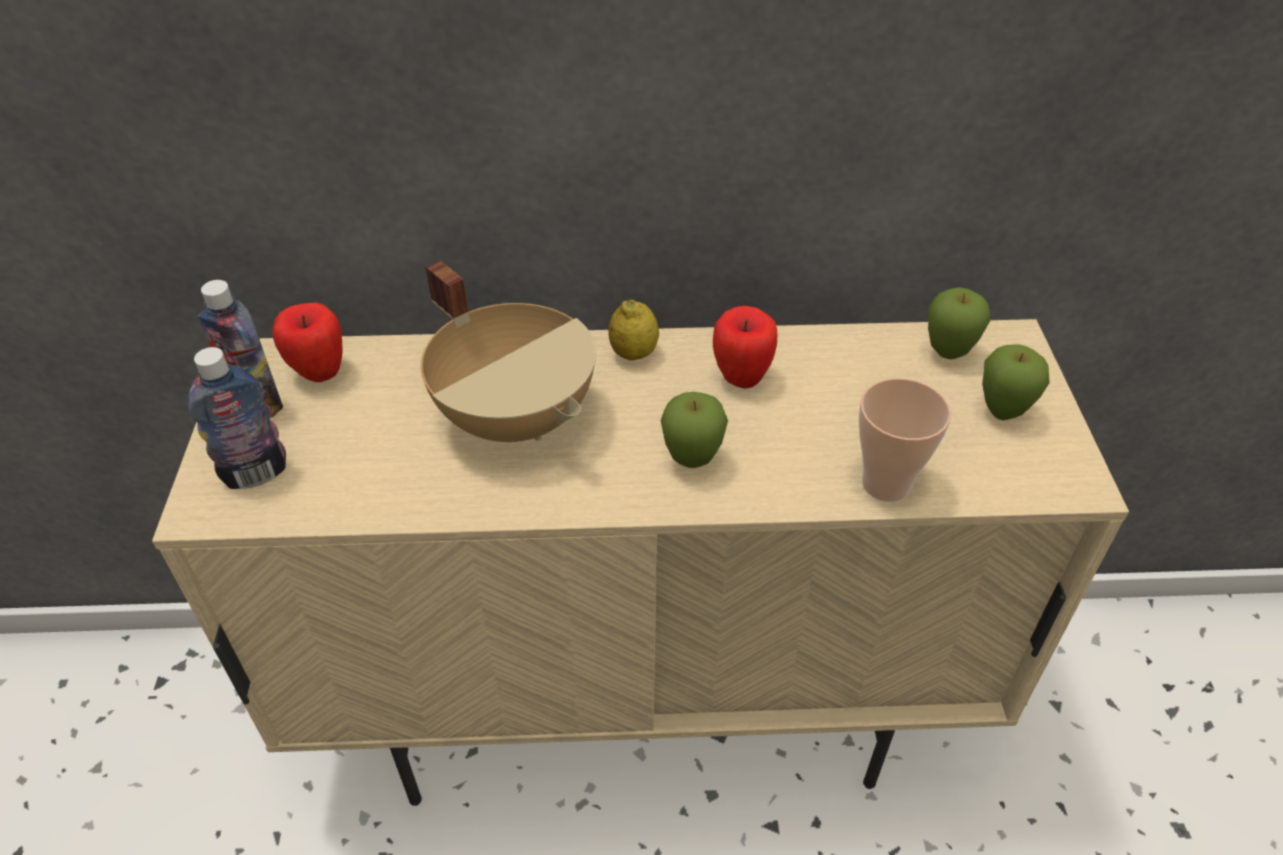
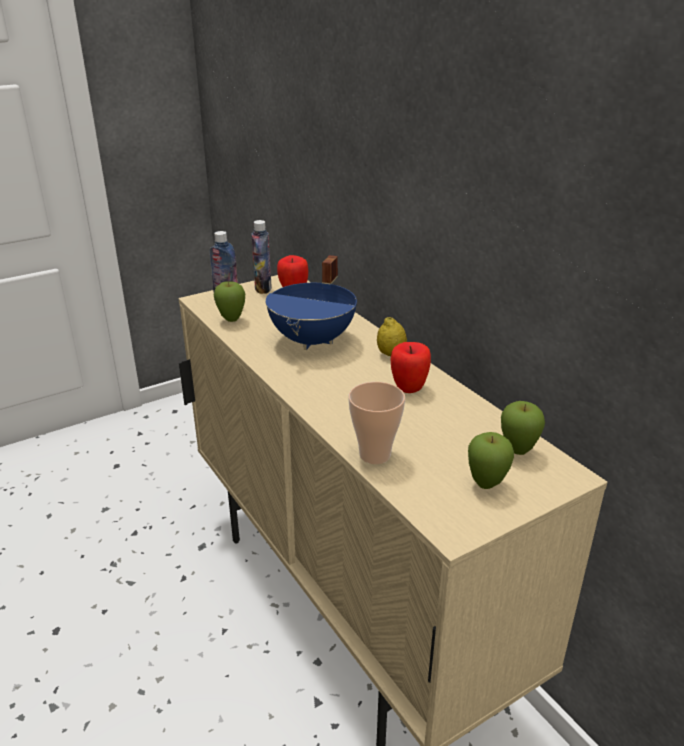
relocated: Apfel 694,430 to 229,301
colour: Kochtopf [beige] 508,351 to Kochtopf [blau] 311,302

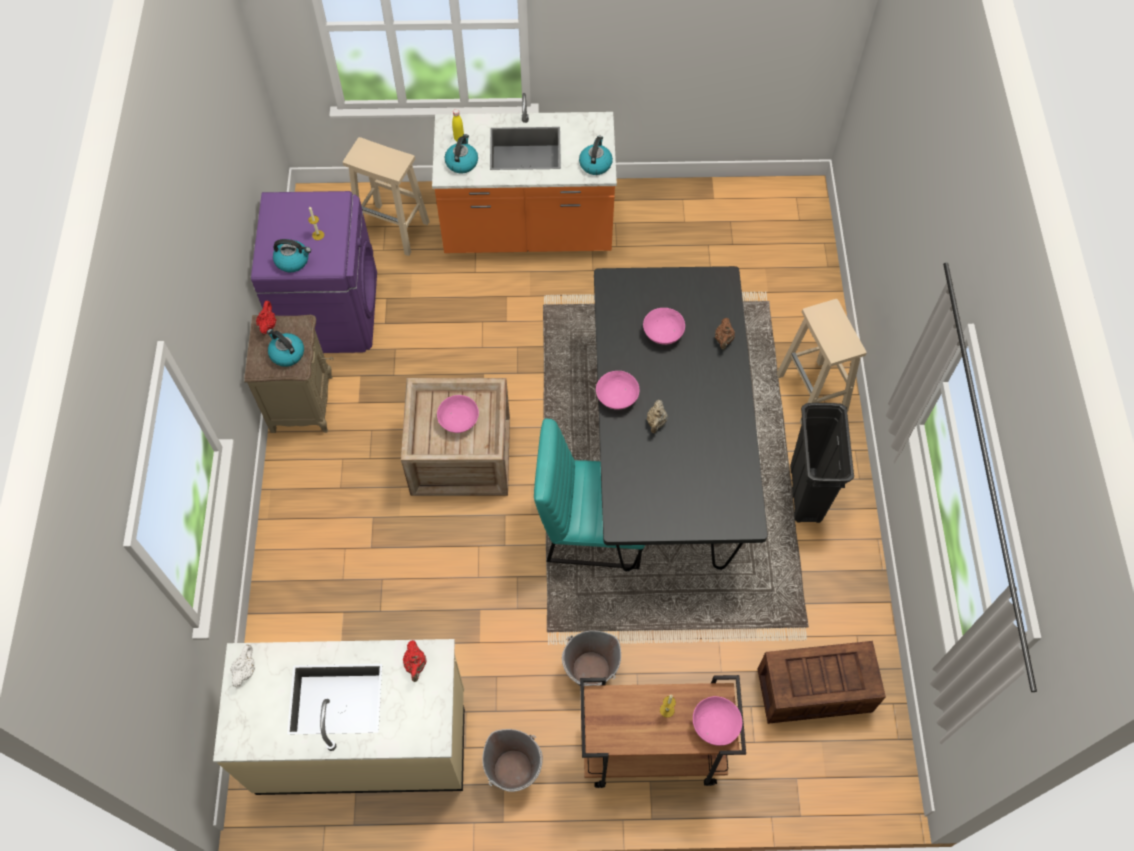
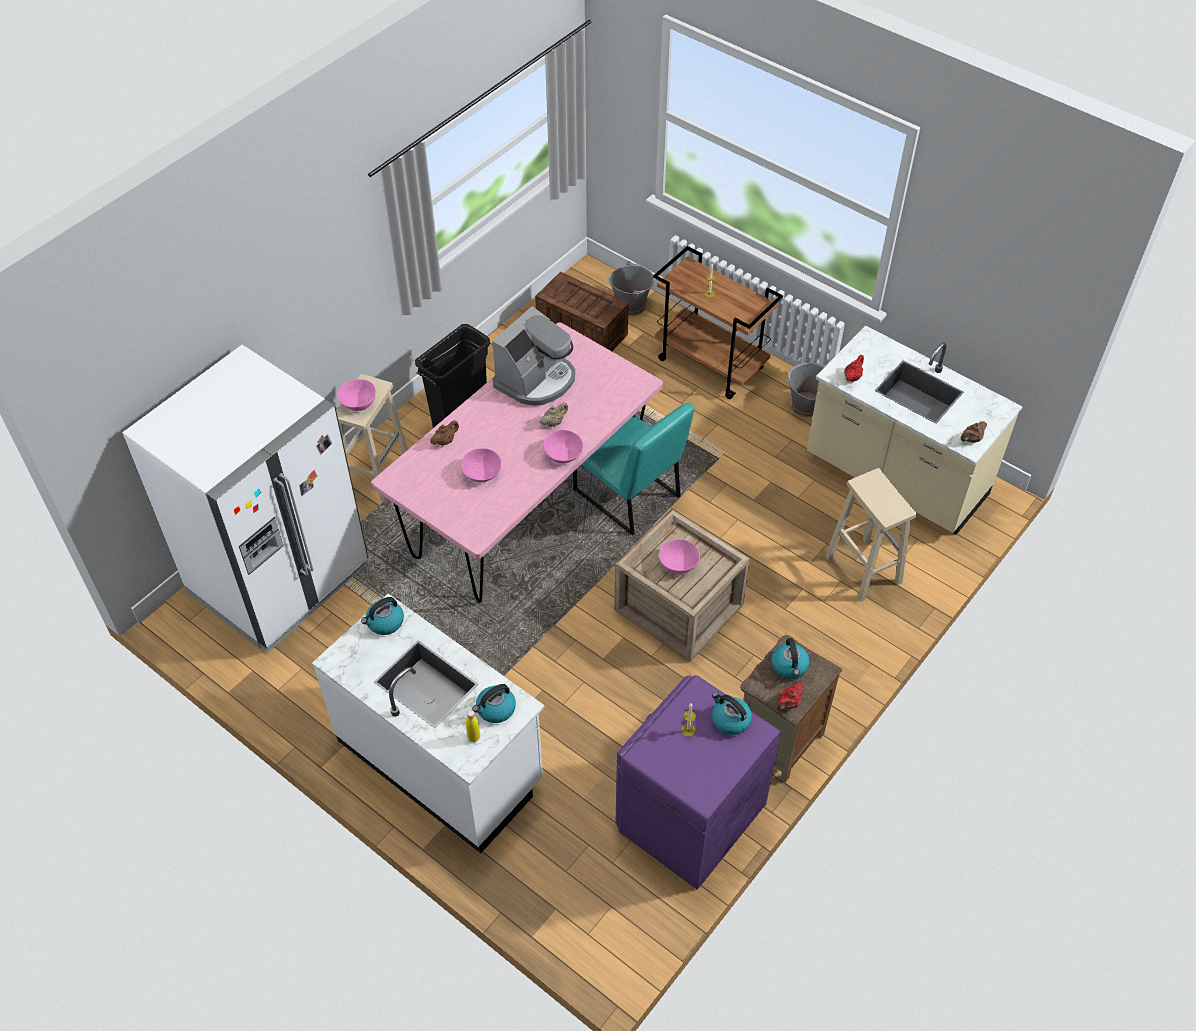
appeared: Kühlschrank [weiß] 245,499; Kaffeemaschine 533,356
relocated: Schüssel [rosa] 717,721 to 356,395; Eimer [grau] 591,658 to 631,288; Hocker [beige] 386,196 to 871,535
colour: Küchenzeile [orange] 524,173 to Küchenzeile [weiß] 428,723; Esstisch [schwarz] 681,418 to Esstisch [rosa] 517,462; Teekanne [weiß] 243,666 to Teekanne [braun] 973,432

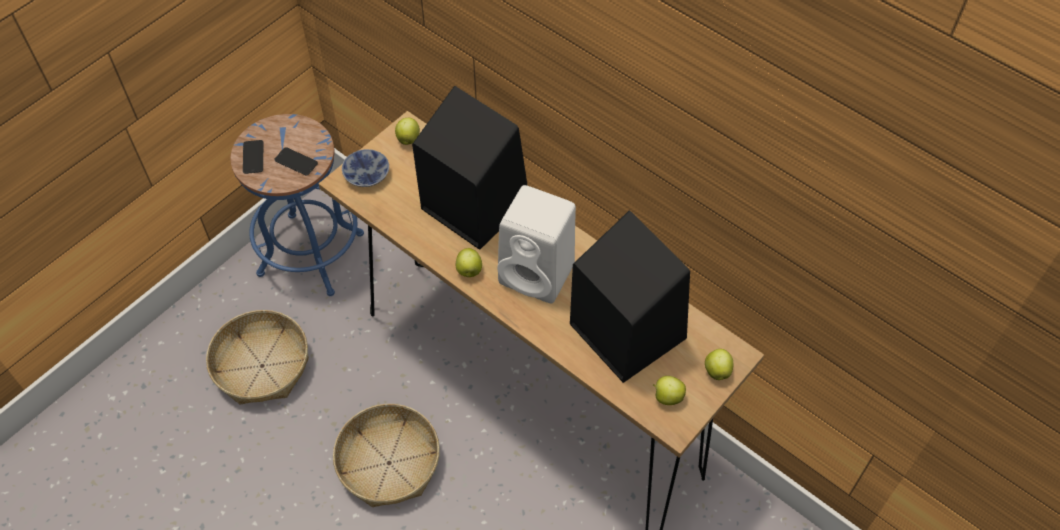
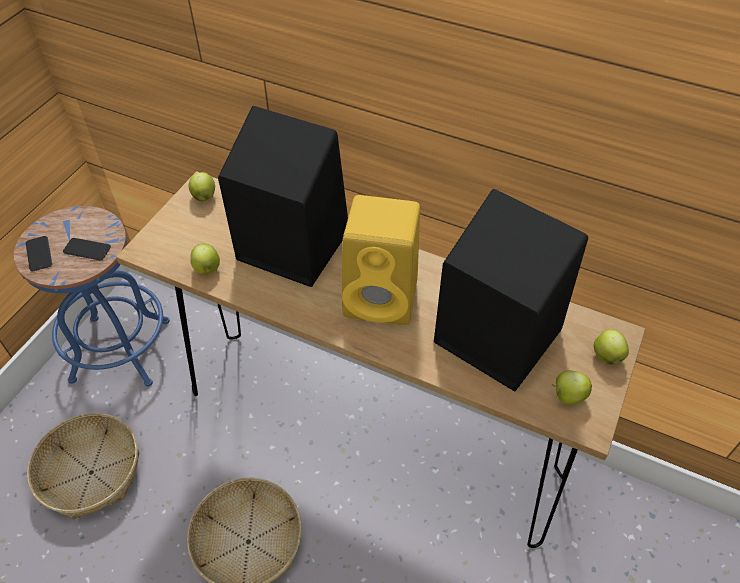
missing: Schüssel 365,168
relocated: Apfel 469,262 to 205,258
colour: Lautsprecher [weiß] 536,244 to Lautsprecher [gelb] 381,260

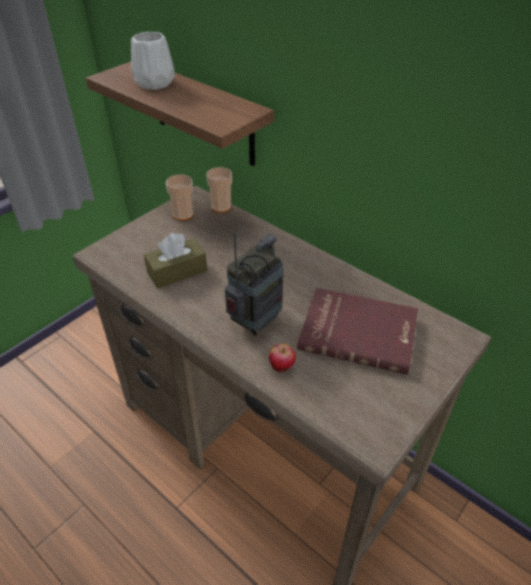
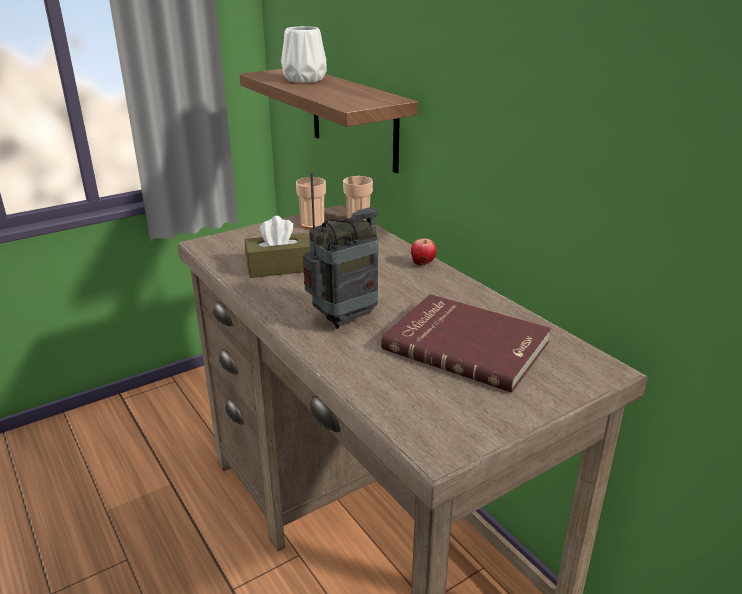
relocated: Apfel 282,357 to 424,252

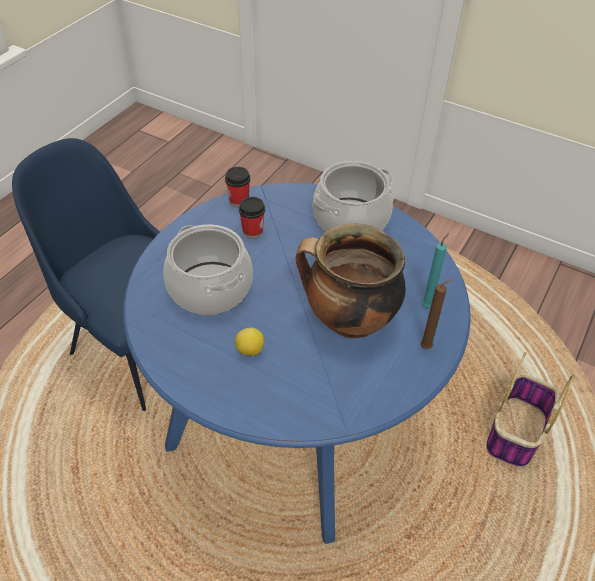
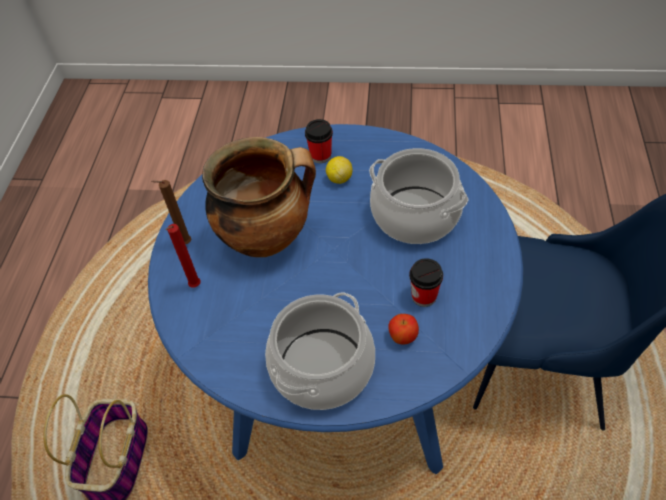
appeared: Apfel 403,329
relocated: Tasse 237,187 to 319,141
colour: Kerze [türkis] 435,270 to Kerze [rot] 183,256

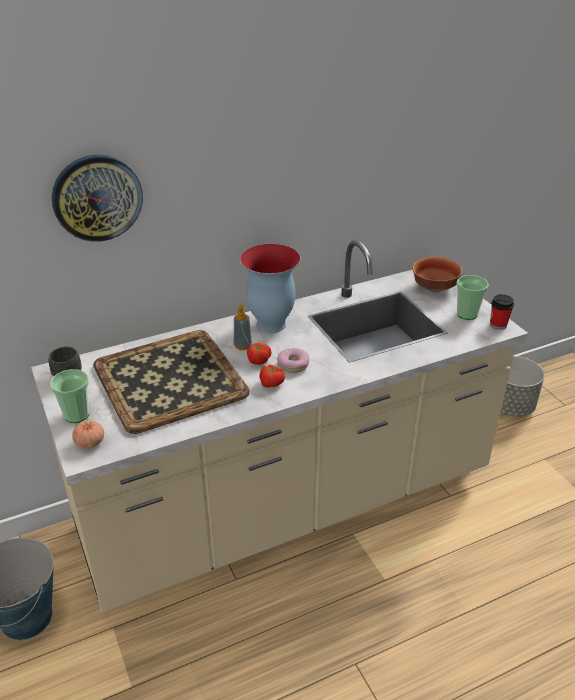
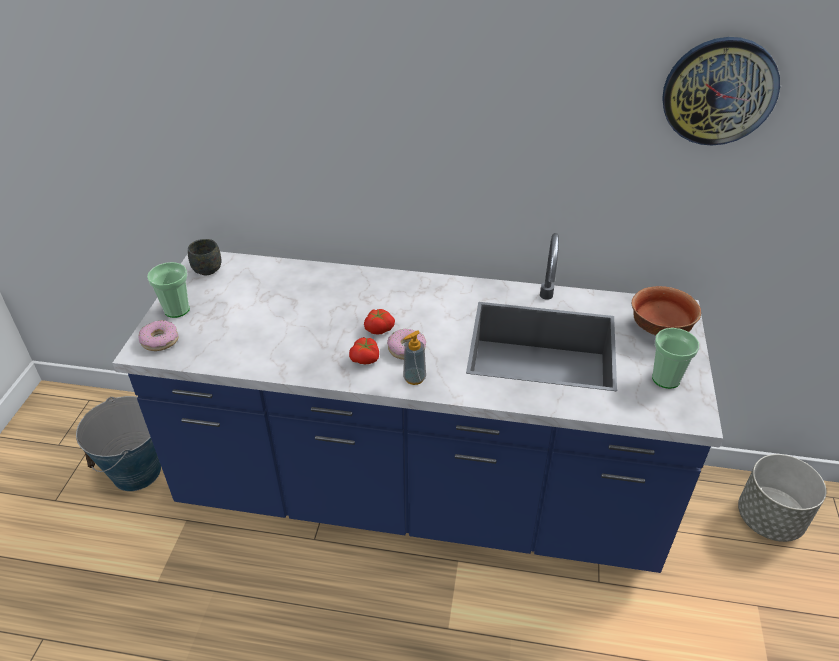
missing: Tablett 171,382; Vase 270,288; Tasse 502,312
relocated: Seifenspender 243,327 to 414,357; Wanduhr 97,198 to 721,91
exchanged: Tomate 88,434 to Donut 158,335
colour: Küchenzeile [beige] 279,426 to Küchenzeile [blau] 418,403

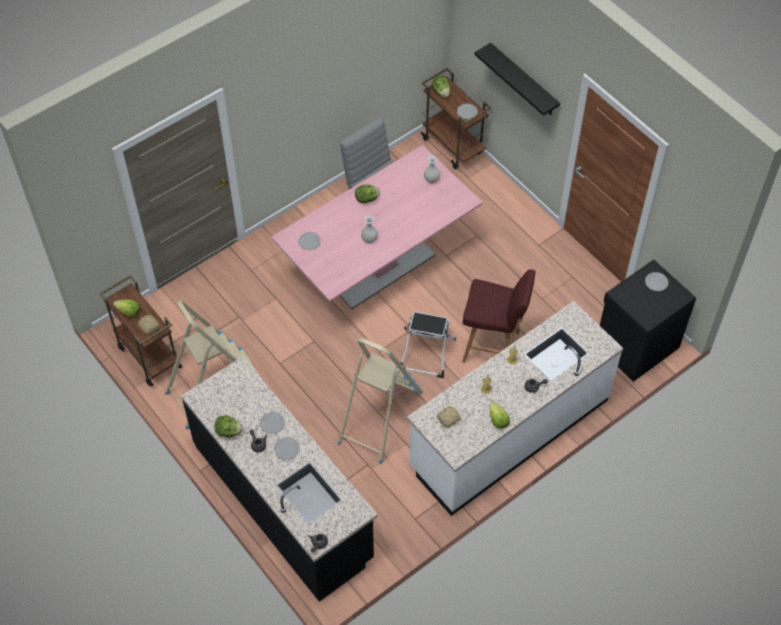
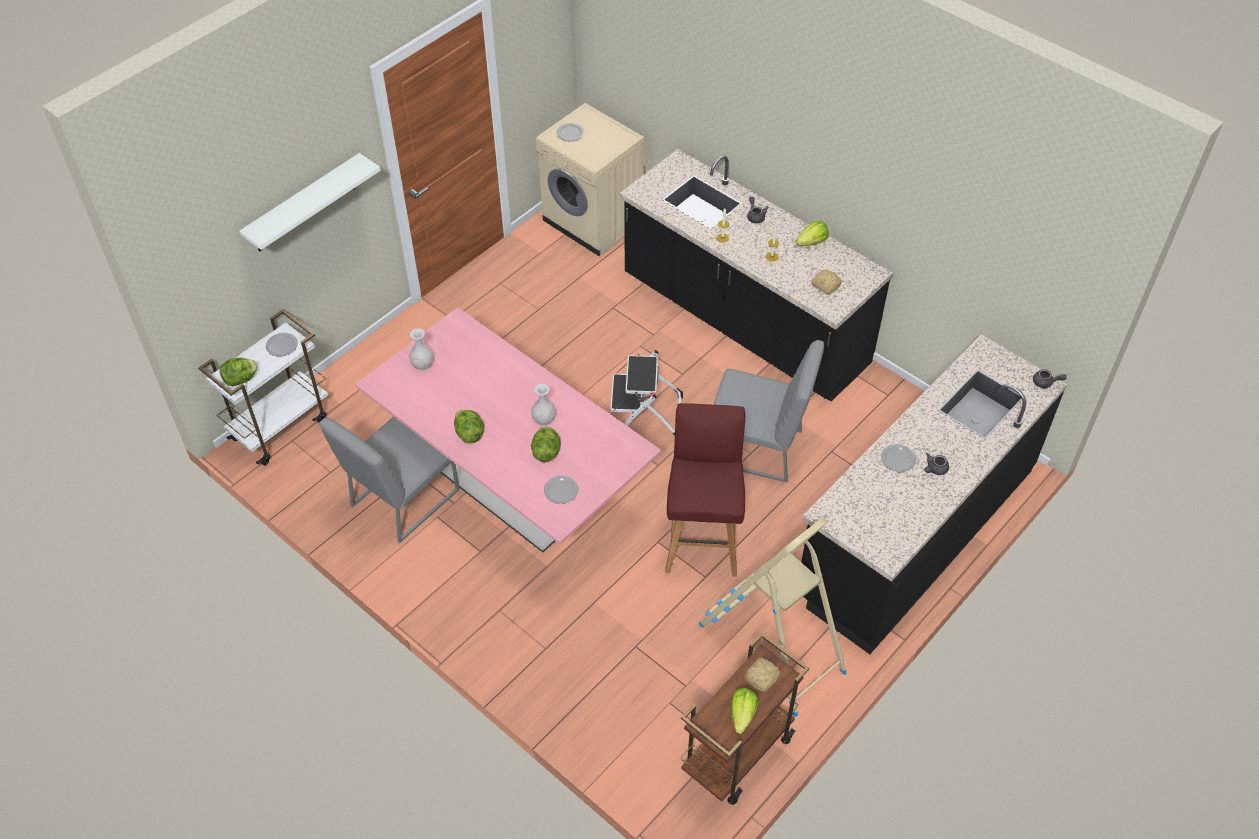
missing: Teller 287,448
relocated: Salatkopf 228,426 to 546,444; Hocker [rot] 499,316 to 705,490
exchanged: Trittleiter [beige] 380,401 to Stuhl [grau] 768,411
colour: Rollwagen [braun] 456,118 to Rollwagen [weiß] 263,387; Wandregal [schwarz] 517,79 to Wandregal [weiß] 310,202; Waschmaschine [schwarz] 648,320 to Waschmaschine [beige] 590,179; Küchenzeile [weiß] 515,408 to Küchenzeile [schwarz] 756,275

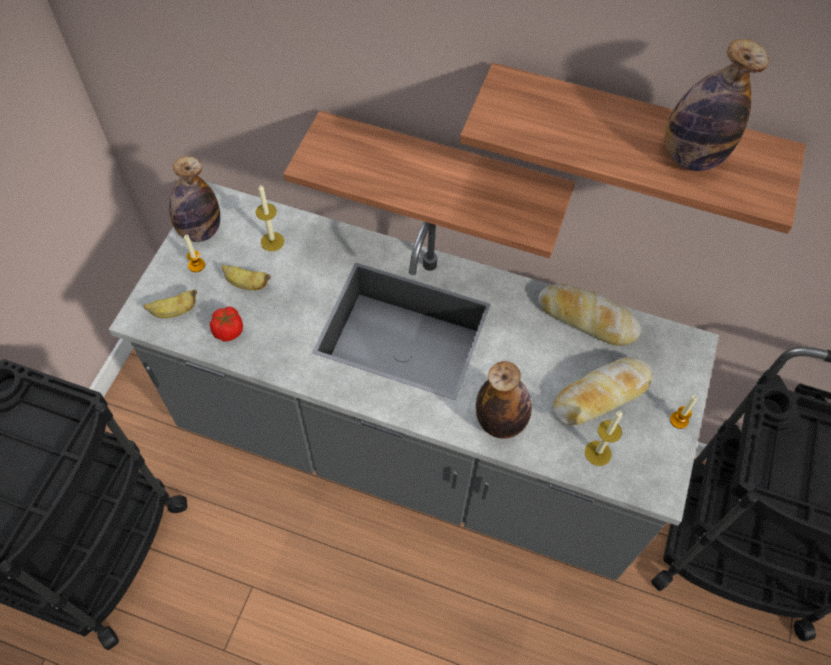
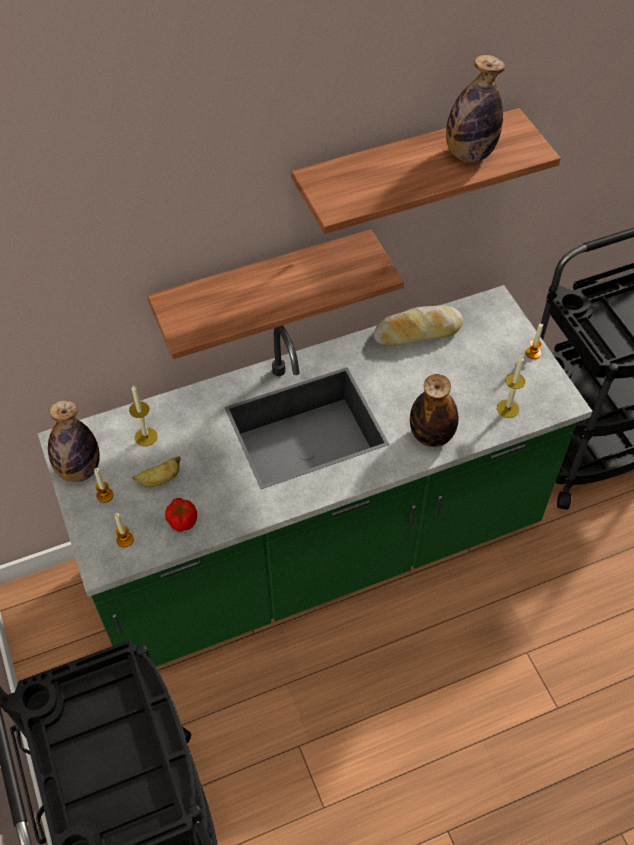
missing: Brot 603,391
exchanged: Banane 170,304 to Kerze 124,530
colour: Küchenzeile [grau] 414,380 to Küchenzeile [grün] 314,476

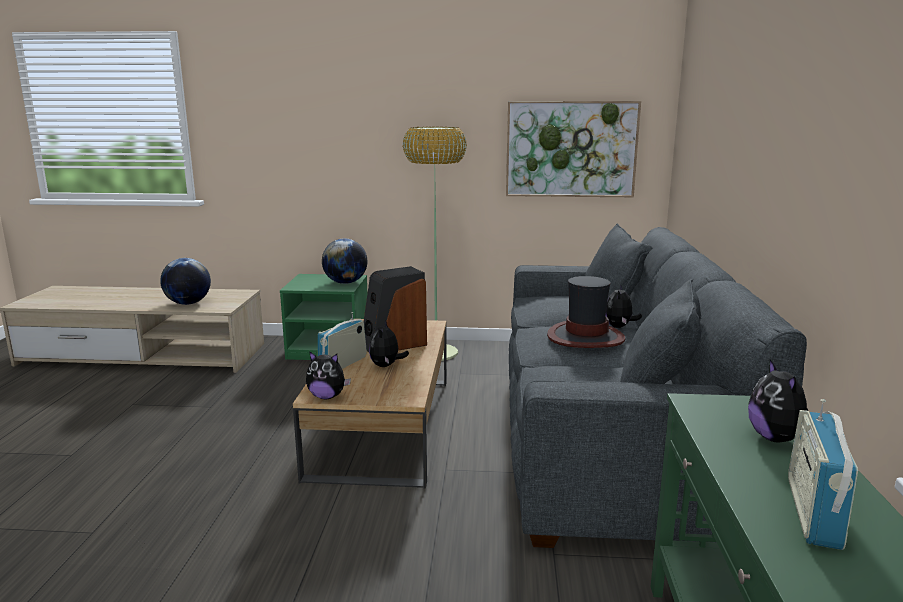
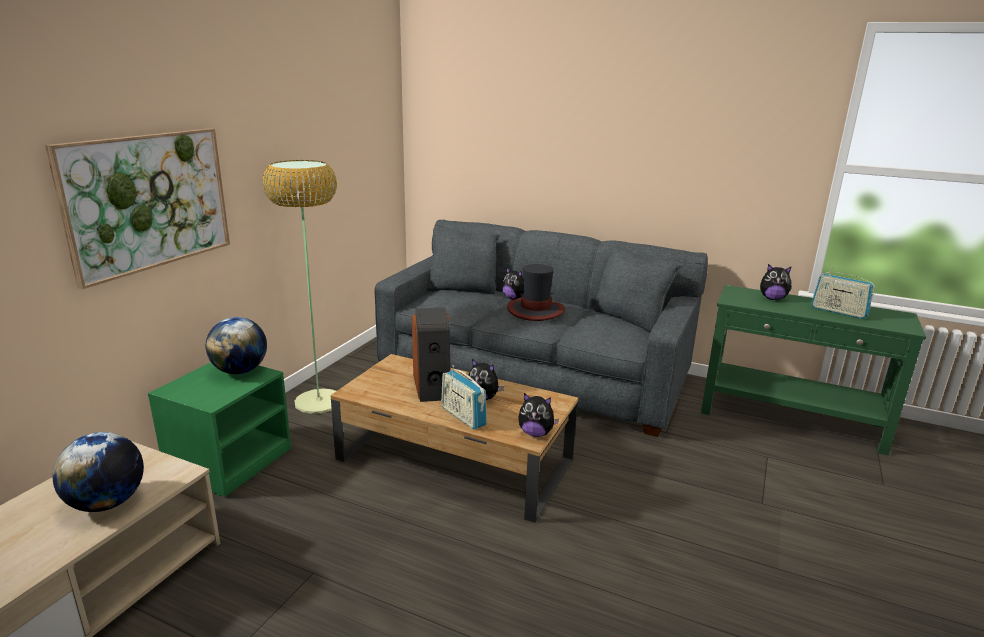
relocated: Bild 573,149 to 137,208
spun: Plüschtier 328,375 = 538,415 75 degrees clockwise

